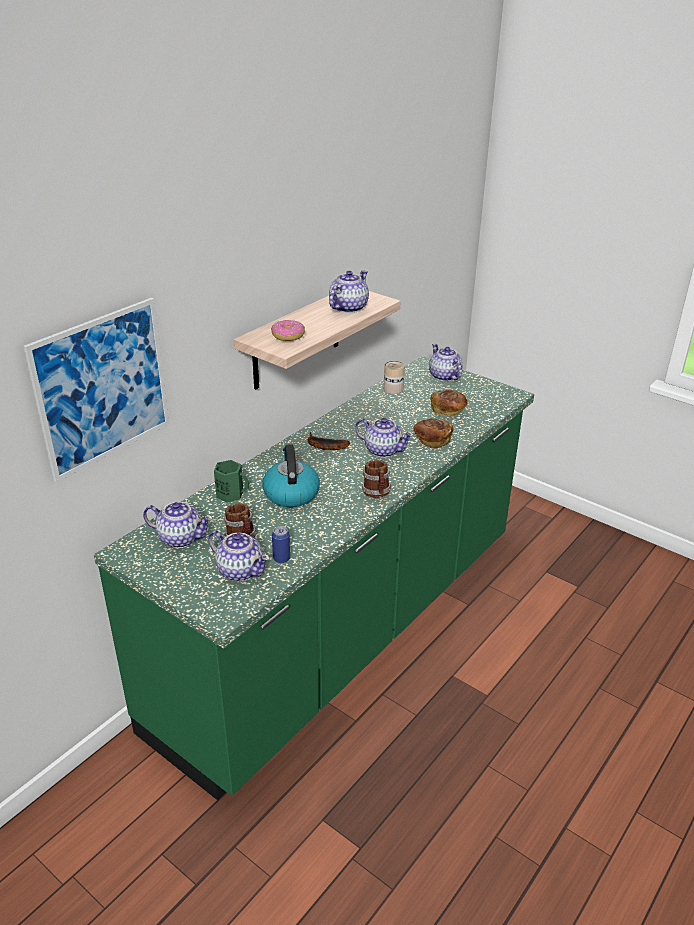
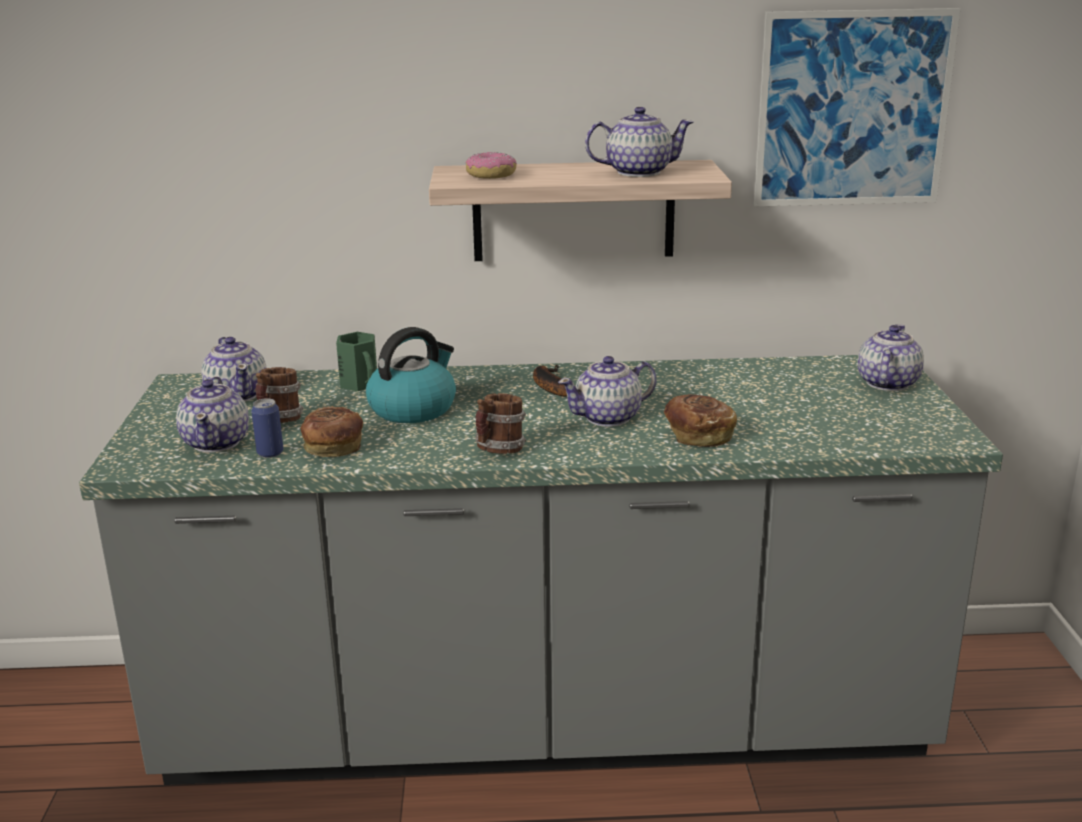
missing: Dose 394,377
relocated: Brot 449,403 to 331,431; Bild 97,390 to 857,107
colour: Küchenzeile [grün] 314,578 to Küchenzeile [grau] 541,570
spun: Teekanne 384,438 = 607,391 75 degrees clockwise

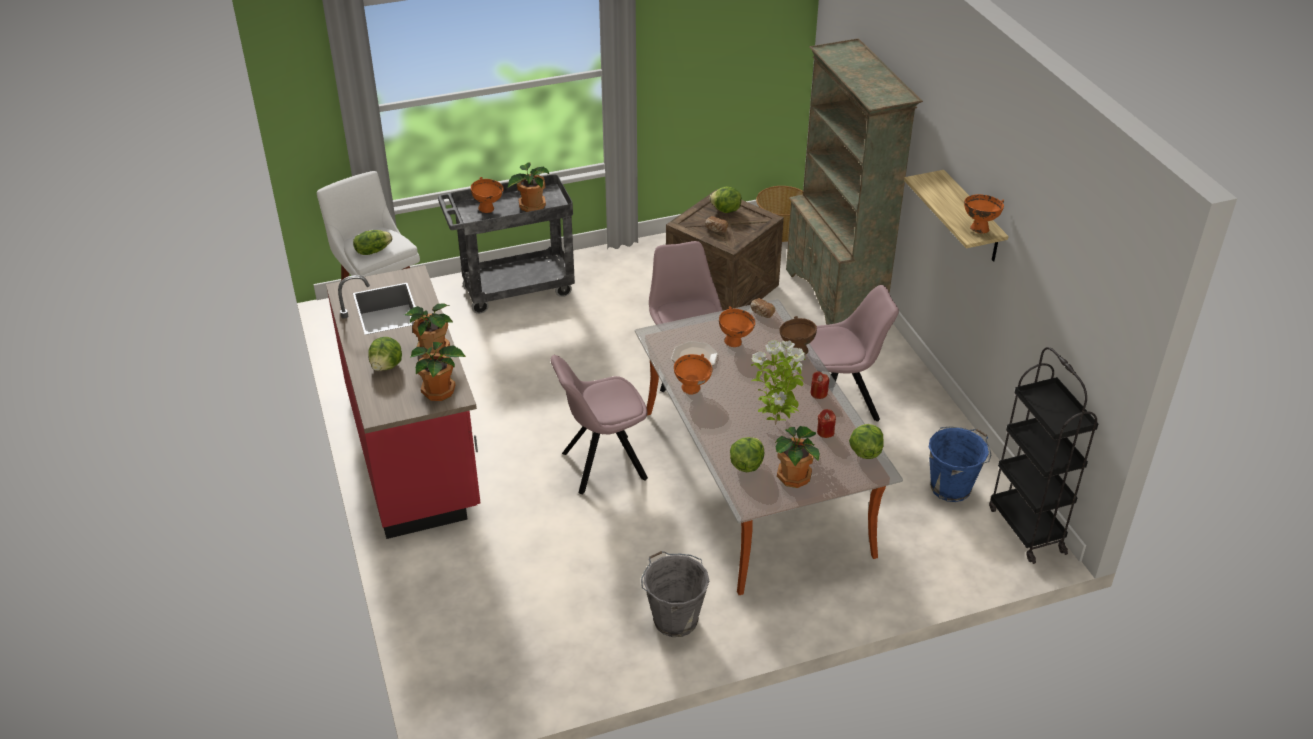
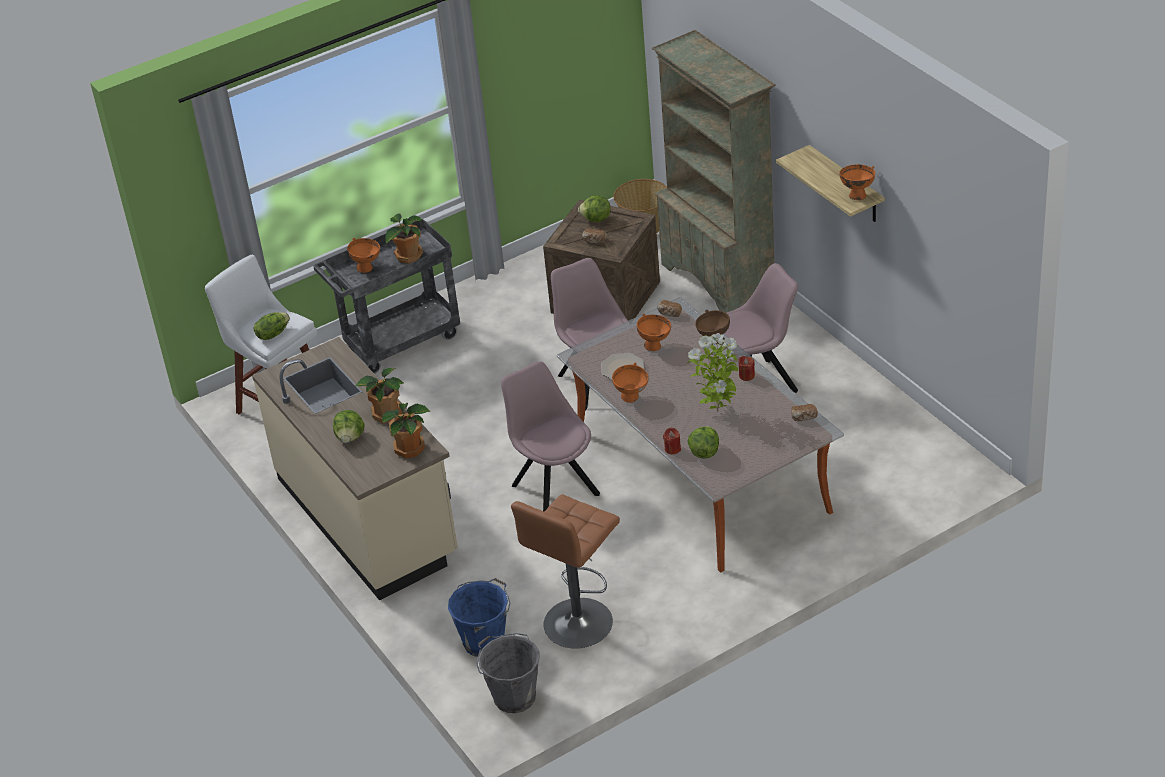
missing: Topfpflanze 797,457; Rollwagen [schwarz] 1043,455
appeared: Hocker [braun] 565,571
relocated: Eimer [blau] 960,464 to 479,617; Eimer [grau] 675,594 to 508,673; Kerze [rot] 826,423 to 672,441
exchanged: Salatkopf 866,441 to Brot 804,412
colour: Küchenzeile [rot] 403,402 to Küchenzeile [beige] 355,468
spun: Stuhl [rosa] 599,424 = 550,436 90 degrees clockwise

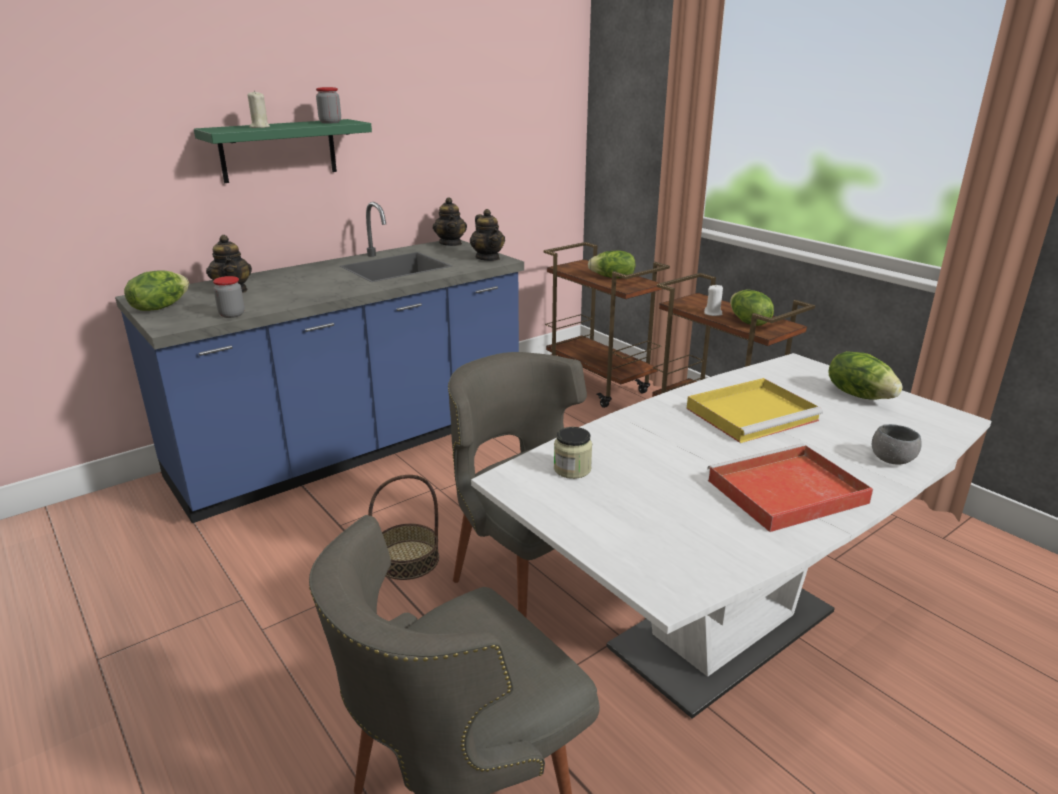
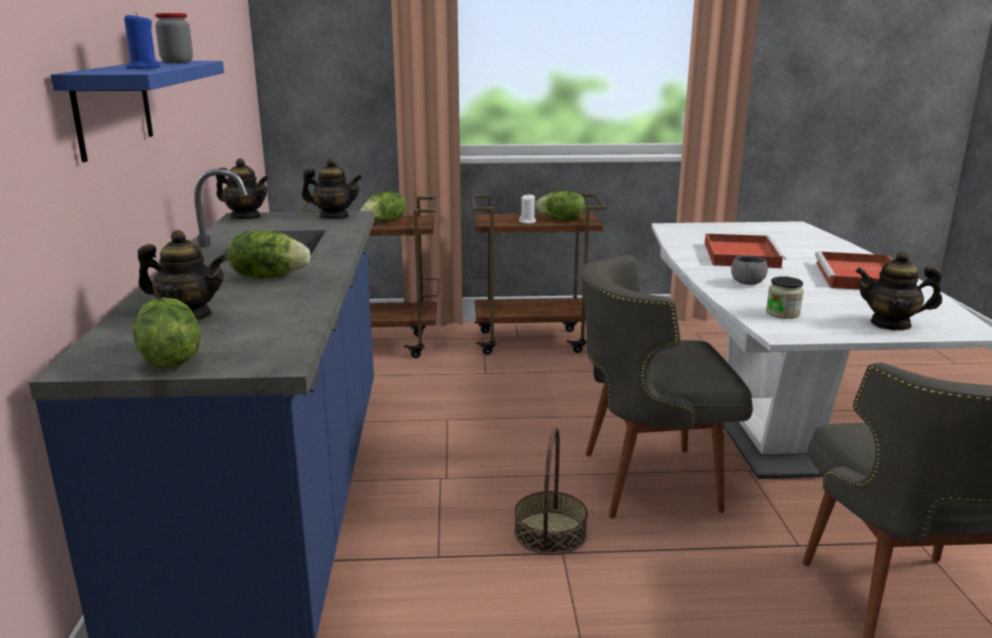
missing: Vorratsglas 229,297
appeared: Teekanne 898,291
relocated: Salatkopf 865,375 to 268,254; Schüssel [grau] 897,444 to 749,270
colour: Wandregal [grün] 283,151 to Wandregal [blau] 137,111; Kerze [beige] 258,109 to Kerze [blau] 142,40; Tablett [gelb] 755,410 to Tablett [rot] 745,251

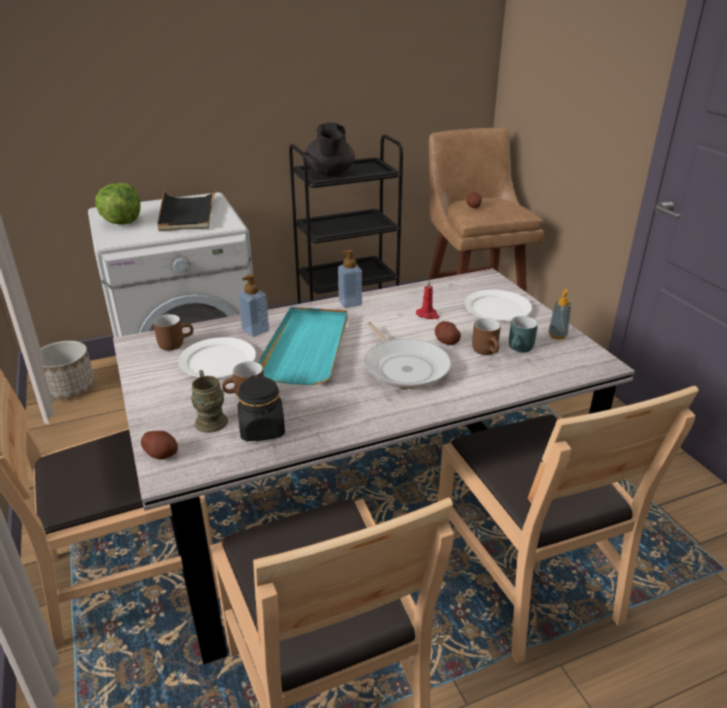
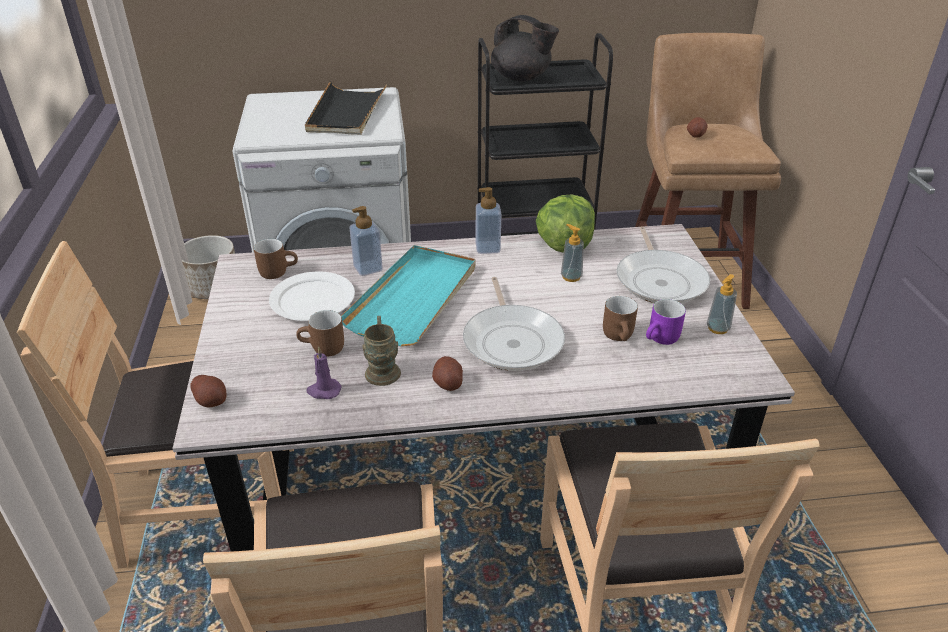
relocated: Henkelbecher [braun] 209,401 to 381,351; Kartoffel 448,333 to 447,373; Salatkopf 118,204 to 565,224
exchanged: Vorratsglas [schwarz] 261,408 to Kerze [lila] 324,372; Kerze [rot] 427,299 to Seifenspender 572,253; Teller [weiß] 498,305 to Pfanne 663,264
colour: Henkelbecher [türkis] 523,334 to Henkelbecher [lila] 666,322
spun: Teekanne [schwarz] 330,149 = 525,48 75 degrees counterclockwise

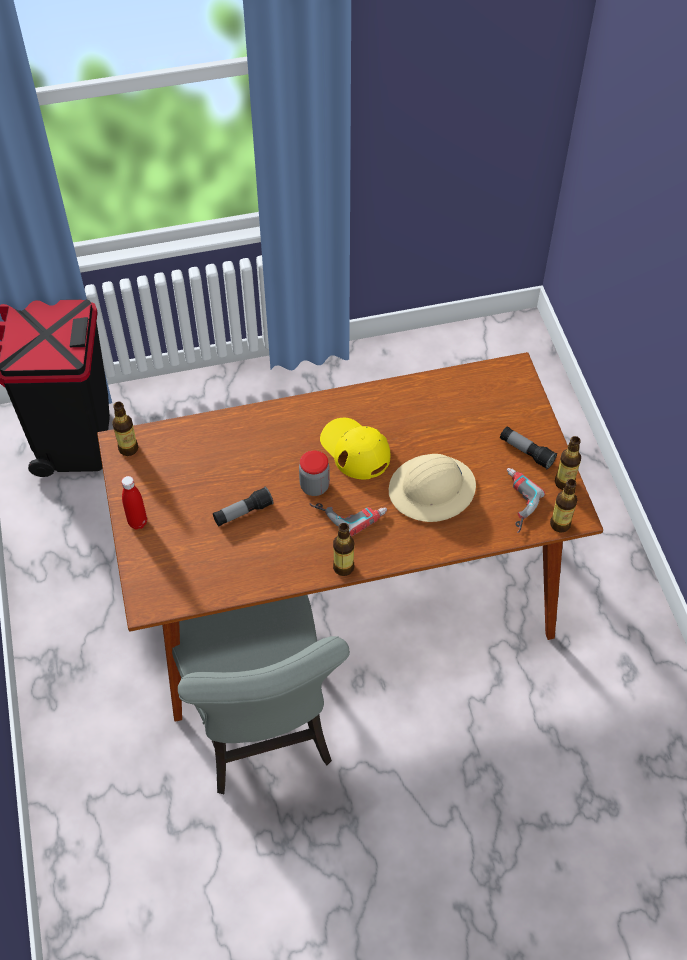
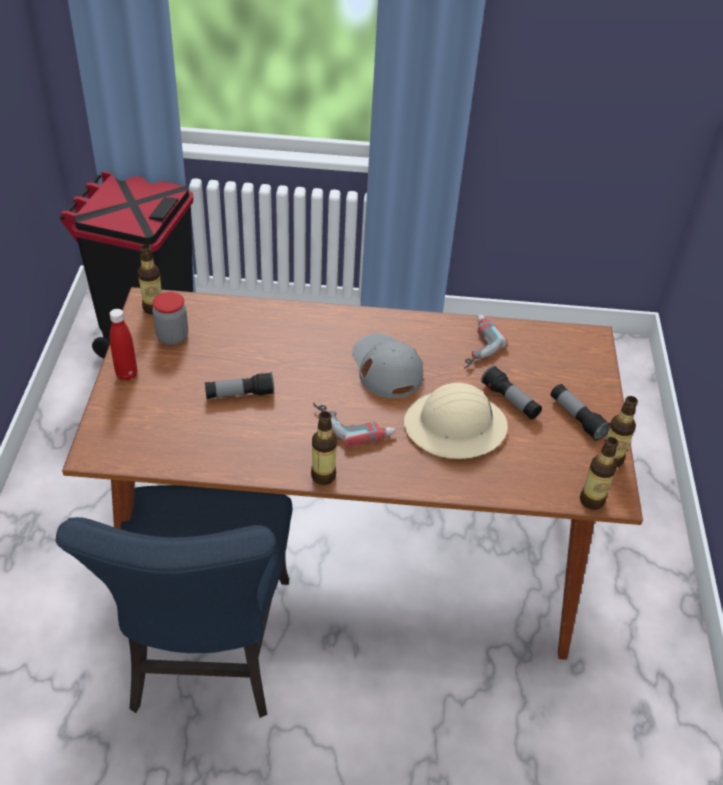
appeared: Taschenlampe 511,392
relocated: Vorratsglas 314,473 to 170,318; Bohrmaschine 526,500 to 486,341
colour: Stuhl [grau] 261,694 to Stuhl [blau] 174,601; Kappe [gelb] 355,448 to Kappe [grau] 387,366

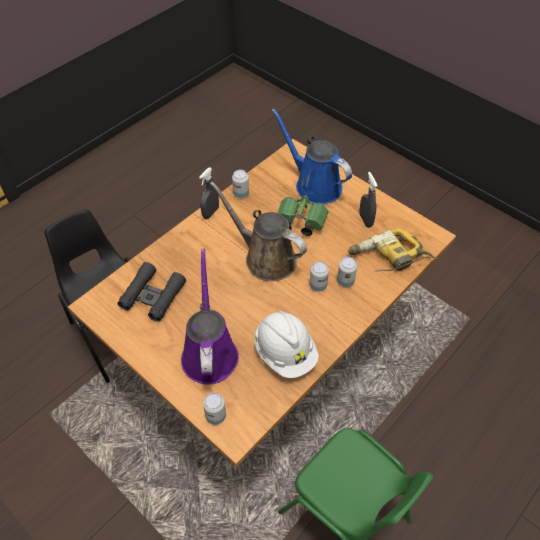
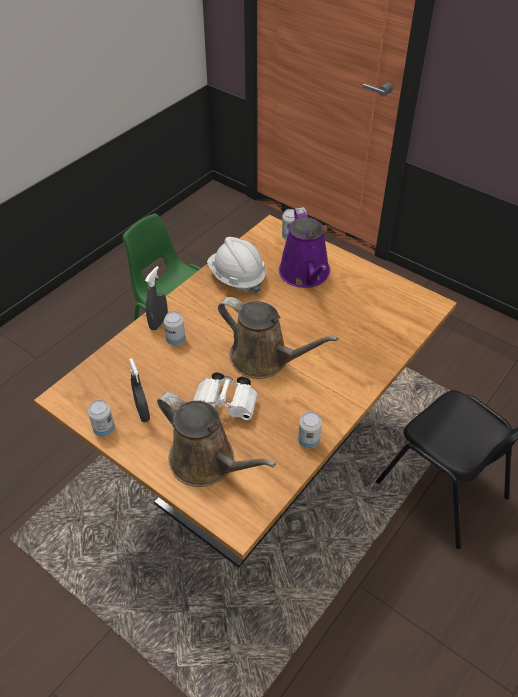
missing: Fernglas [schwarz] 151,292; Bohrmaschine 391,250
relocated: Dose 319,276 to 101,418; Sprühflasche [grau] 209,193 to 156,298
colour: Gießkanne [blau] 311,156 to Gießkanne [braun] 216,439; Fernglas [grün] 303,215 to Fernglas [weiß] 225,396

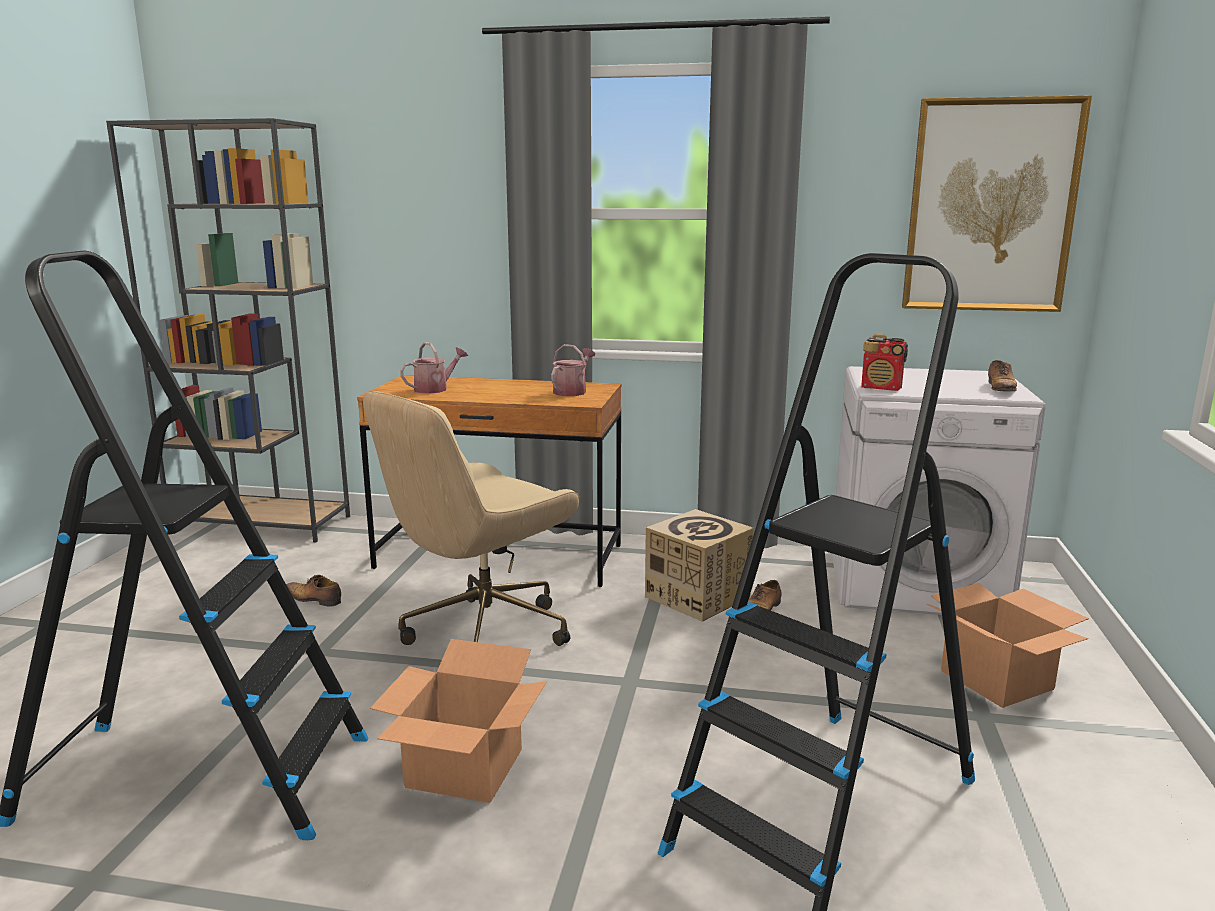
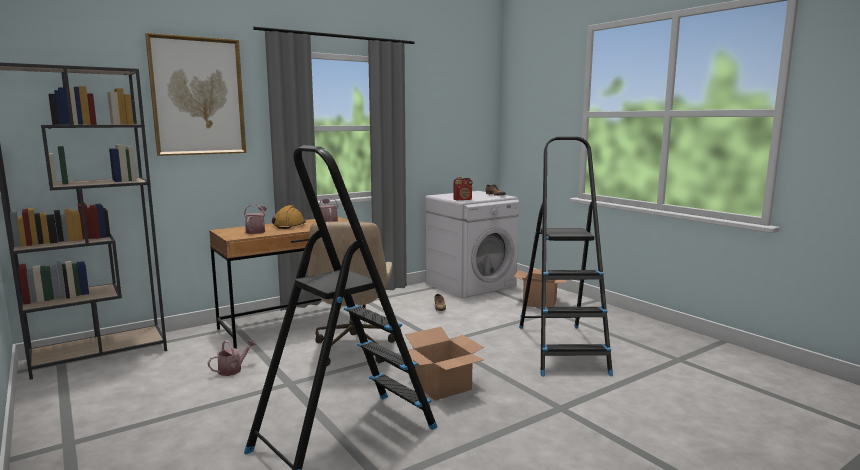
missing: Karton 699,565
appeared: Schutzhelm [orange] 288,217
relocated: Bild 997,203 to 195,94
exchanged: Schuh 314,591 to Gießkanne 232,358

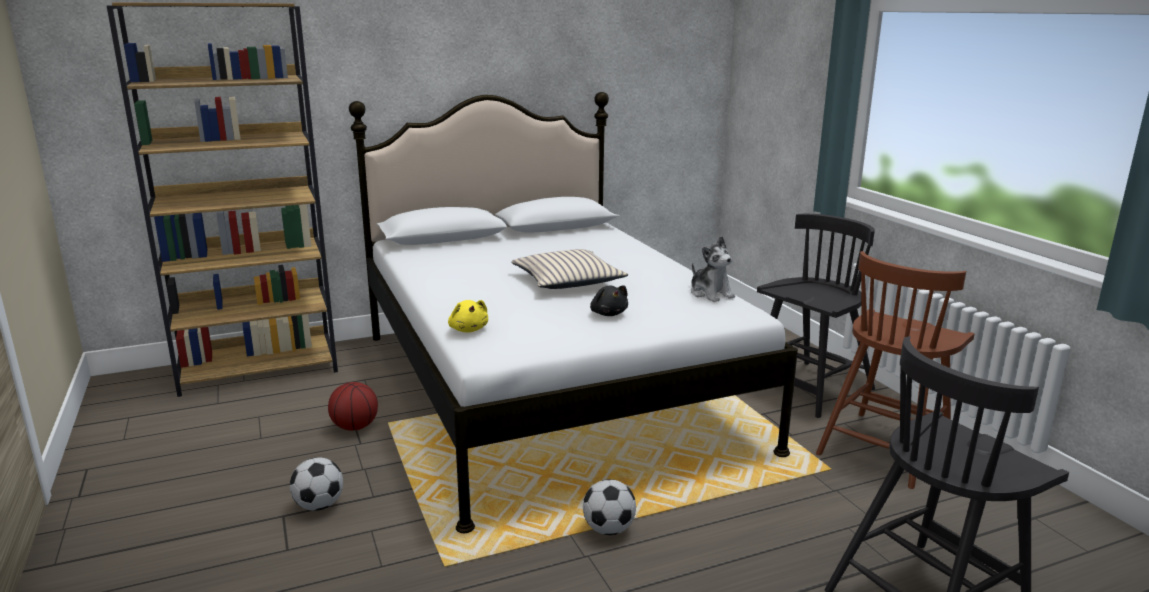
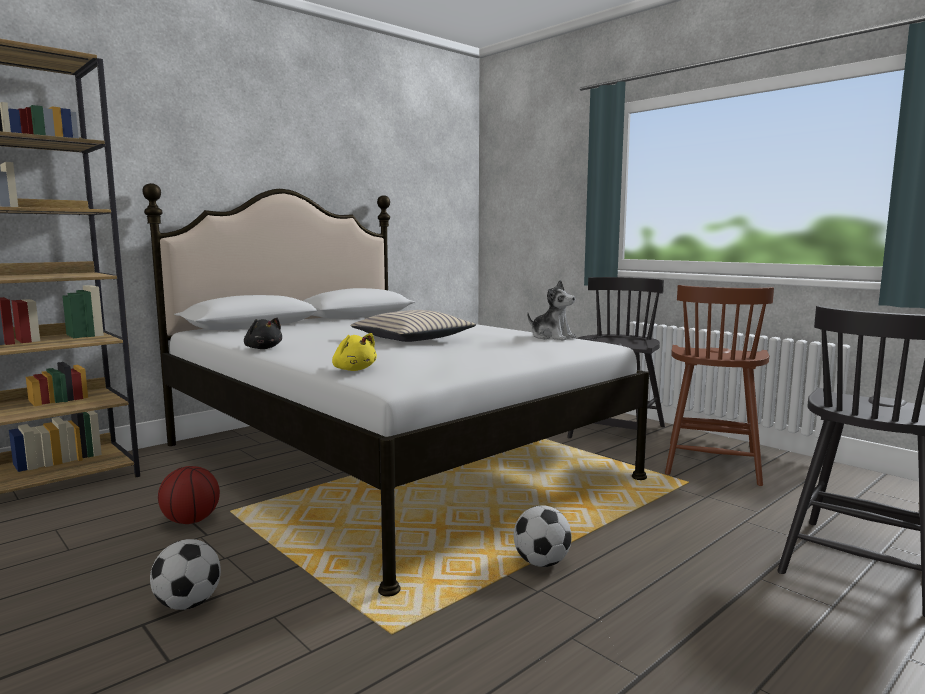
relocated: Plüschtier [schwarz] 609,300 to 263,333

